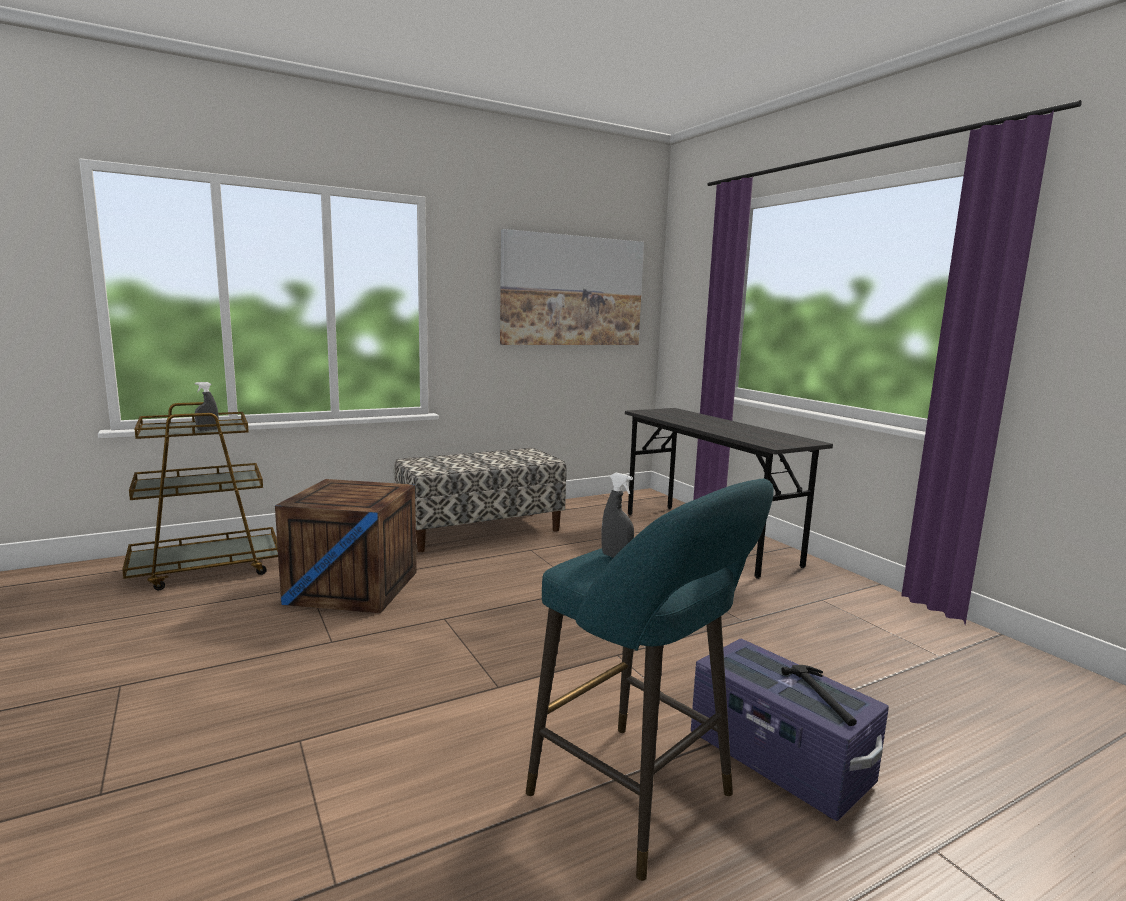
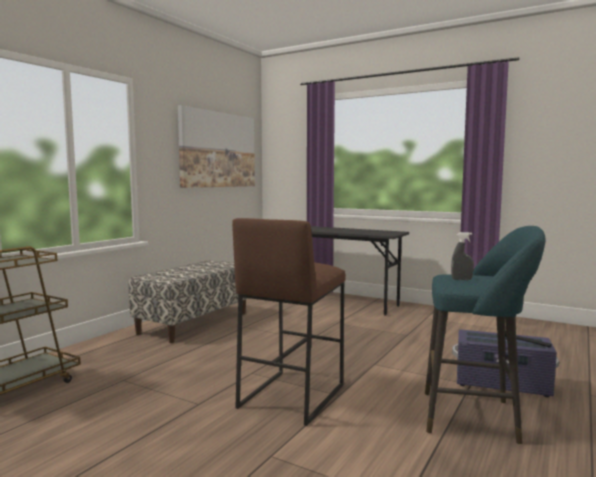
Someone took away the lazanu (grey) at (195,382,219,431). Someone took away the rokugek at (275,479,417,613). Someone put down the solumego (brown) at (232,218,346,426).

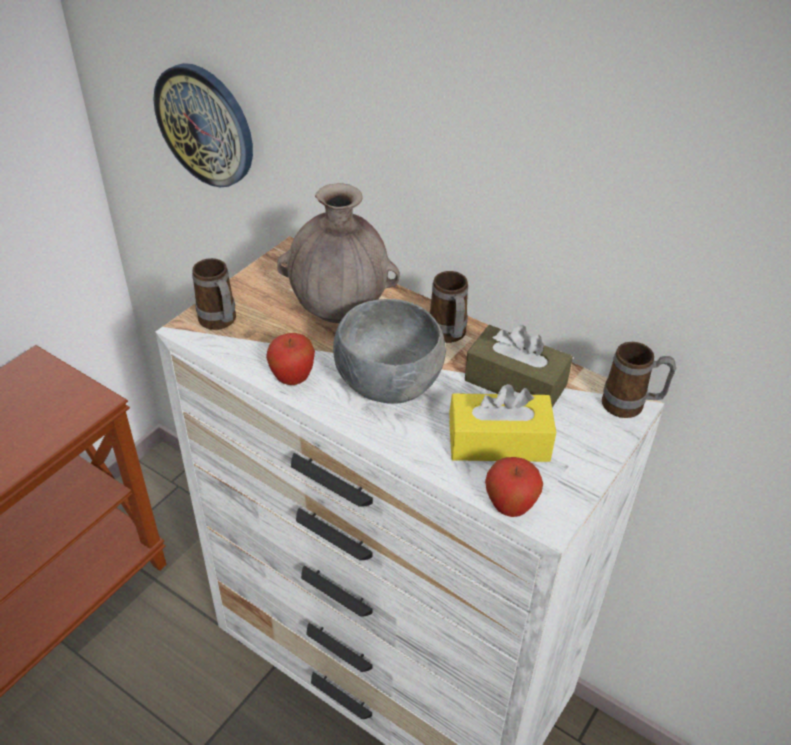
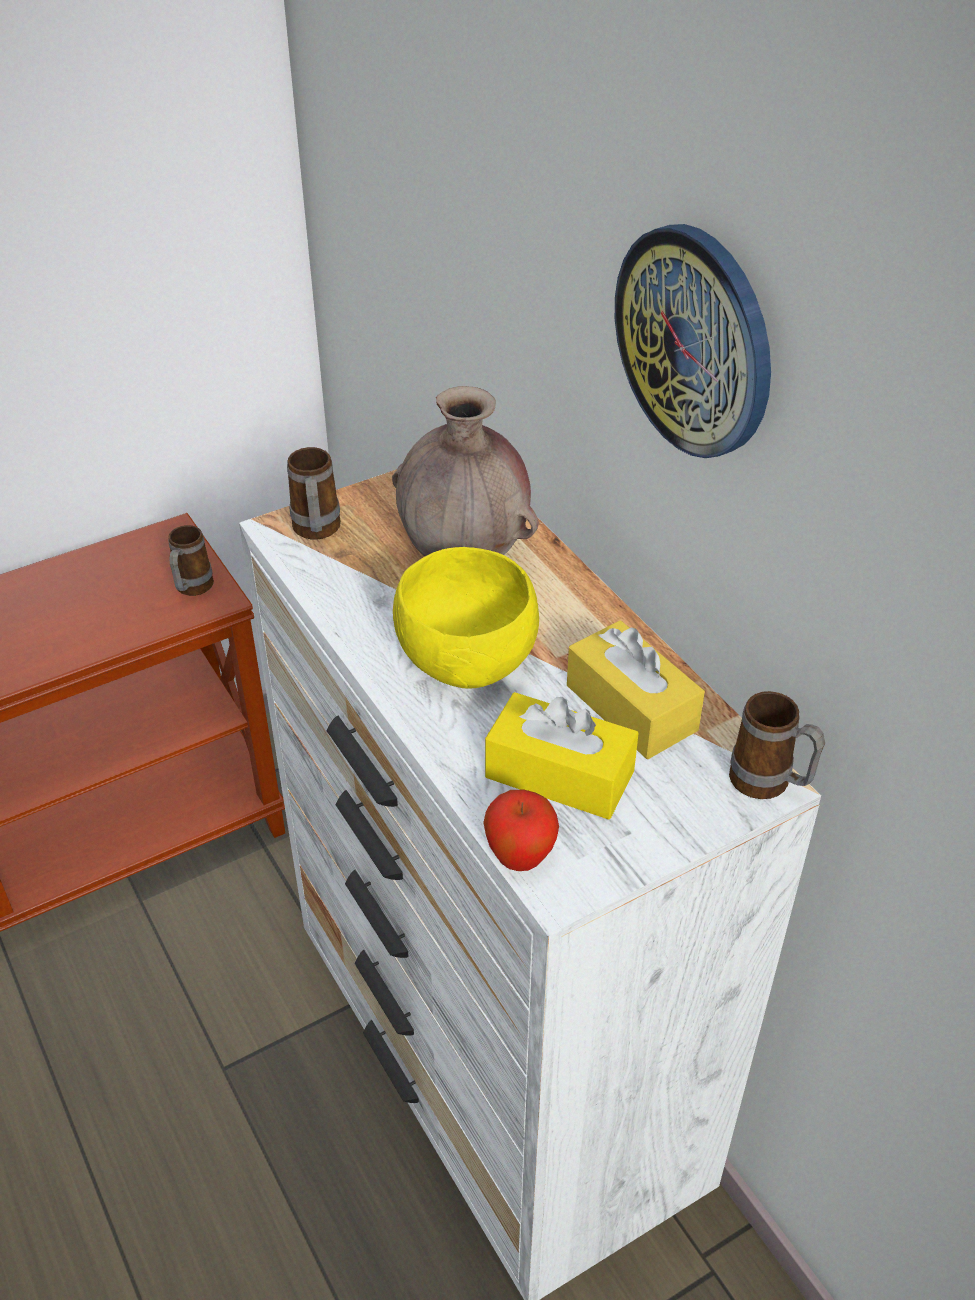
Someone took away the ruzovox at (266,333,315,385). Someone carried the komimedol from (153,63,253,187) to (615,224,771,458). Someone carried the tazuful from (429,271,468,343) to (168,525,214,596). Someone repainted the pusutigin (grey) at (333,299,446,404), which became the pusutigin (yellow) at (393,547,539,689). Someone repainted the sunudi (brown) at (465,325,573,408), which became the sunudi (yellow) at (567,620,705,759).

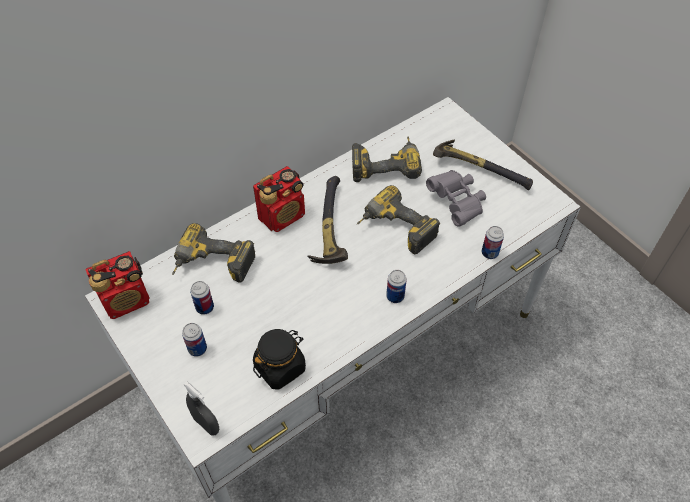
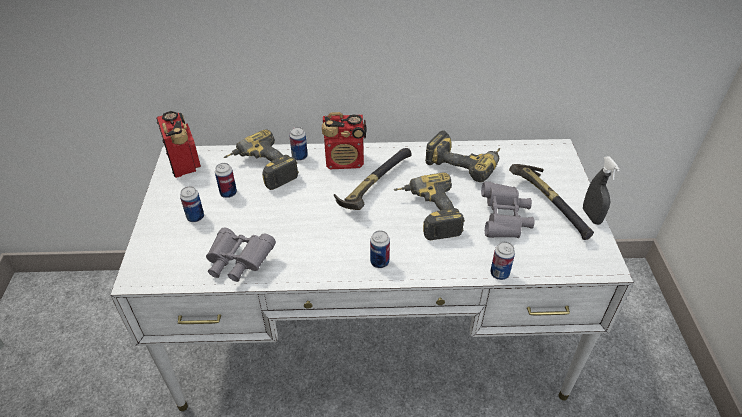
Someone put down the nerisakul at (289,127,308,161). Someone carried the lazanu (grey) from (183,381,219,436) to (583,156,620,225). Someone swapped the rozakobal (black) at (253,329,306,390) for the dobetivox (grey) at (206,227,276,282). Someone rotated the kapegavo at (85,251,150,319) by 120 degrees counterclockwise.

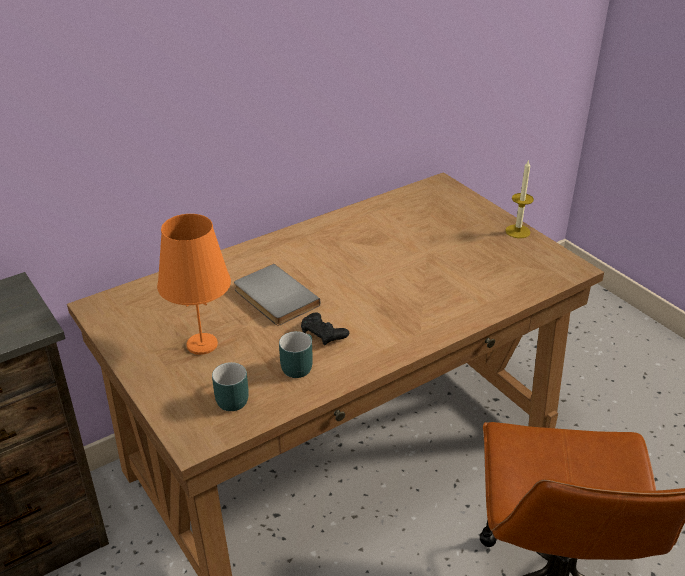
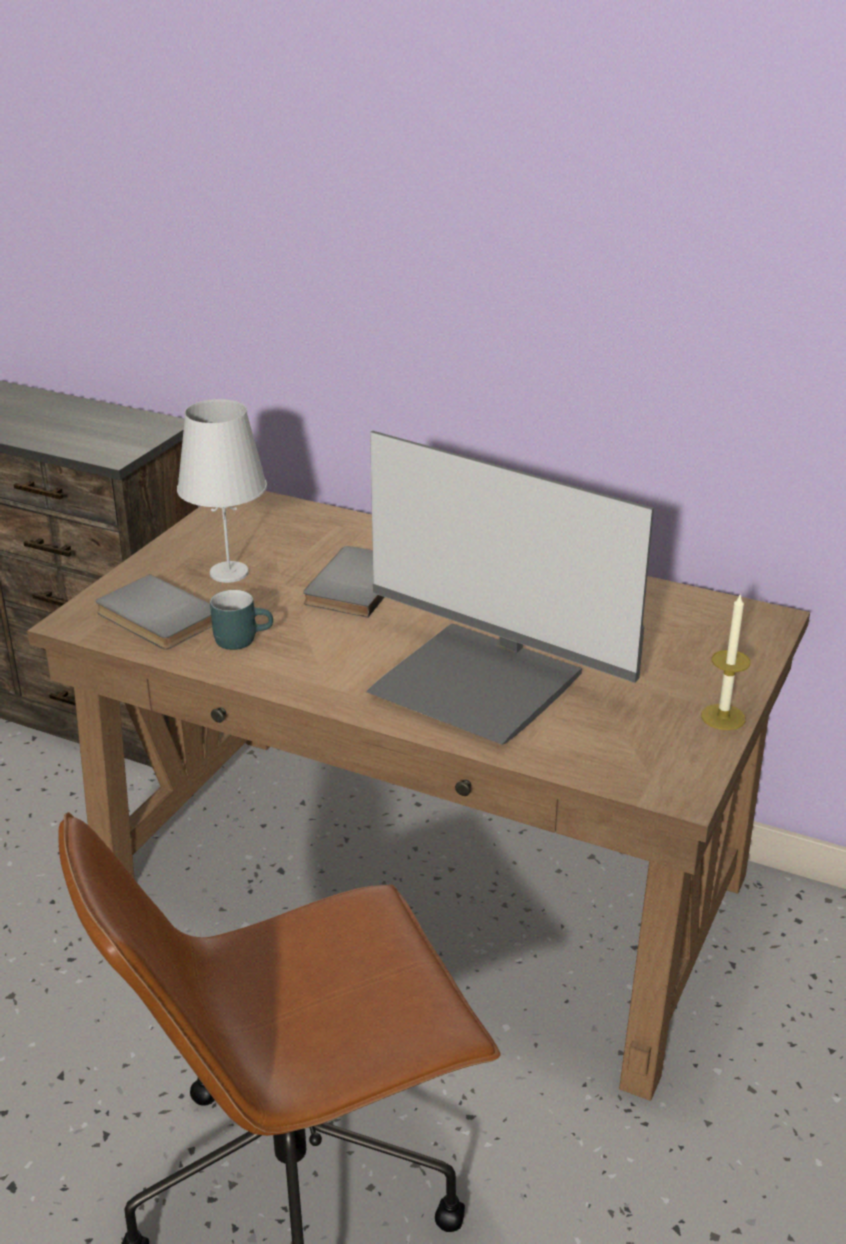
Someone took away the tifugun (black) at (301,313,349,346). Someone put down the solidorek at (366,431,654,745). Someone swapped the tazuful (turquoise) at (212,362,249,411) for the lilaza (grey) at (96,574,212,650). Someone repainted the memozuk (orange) at (157,214,231,355), which became the memozuk (white) at (177,399,267,583).

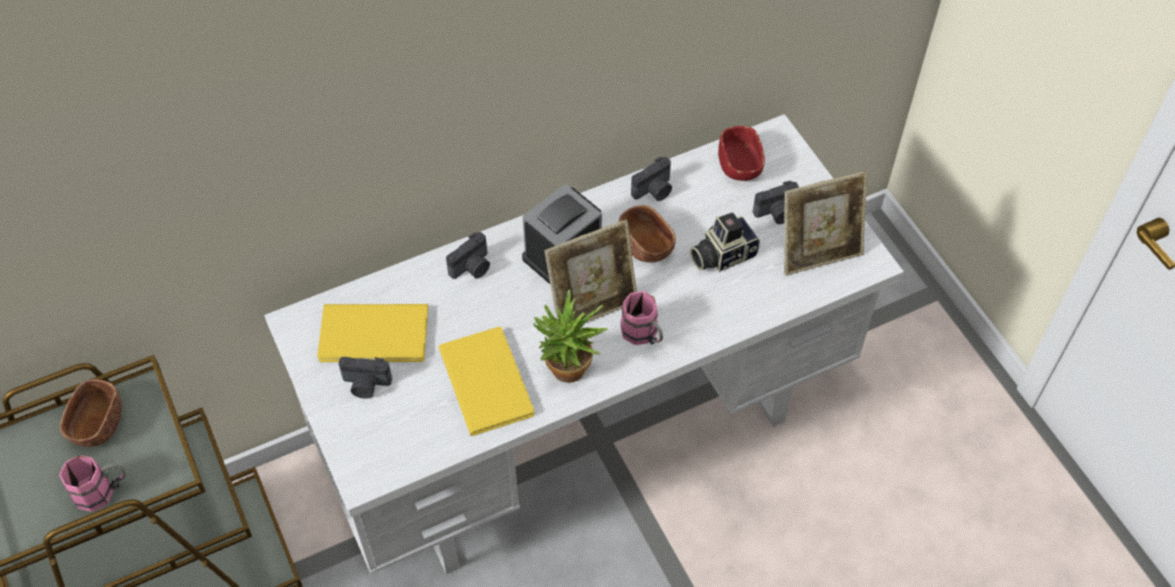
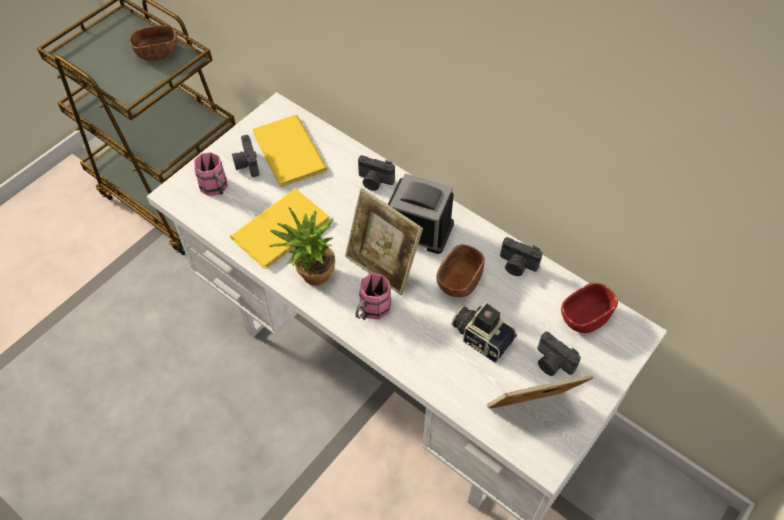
Someone carried the tazuful (pink) from (59,455,125,512) to (194,152,228,196). Someone rotated the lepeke at (784,171,868,276) by 120 degrees clockwise.

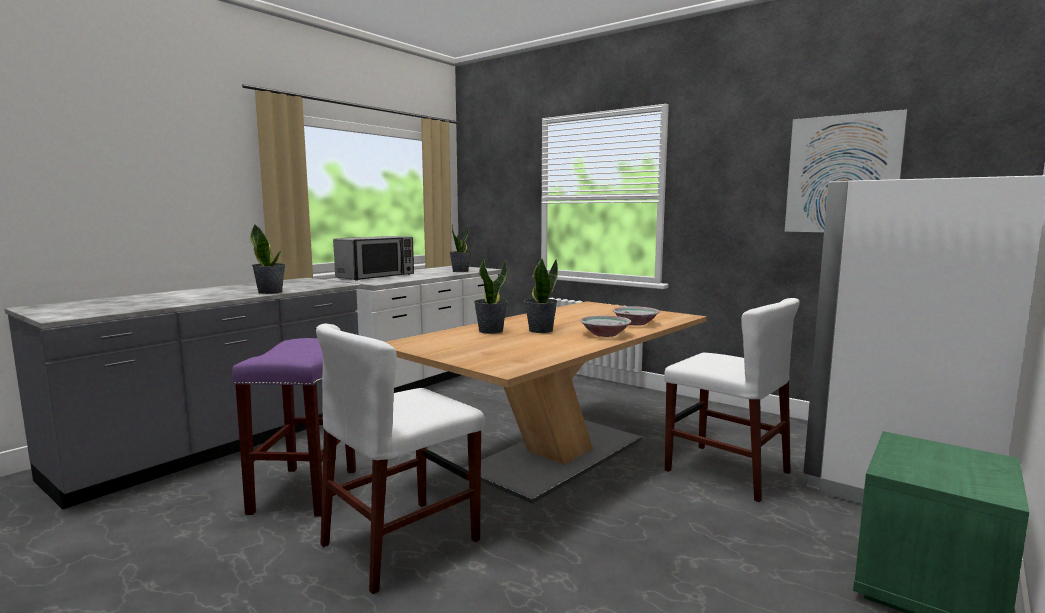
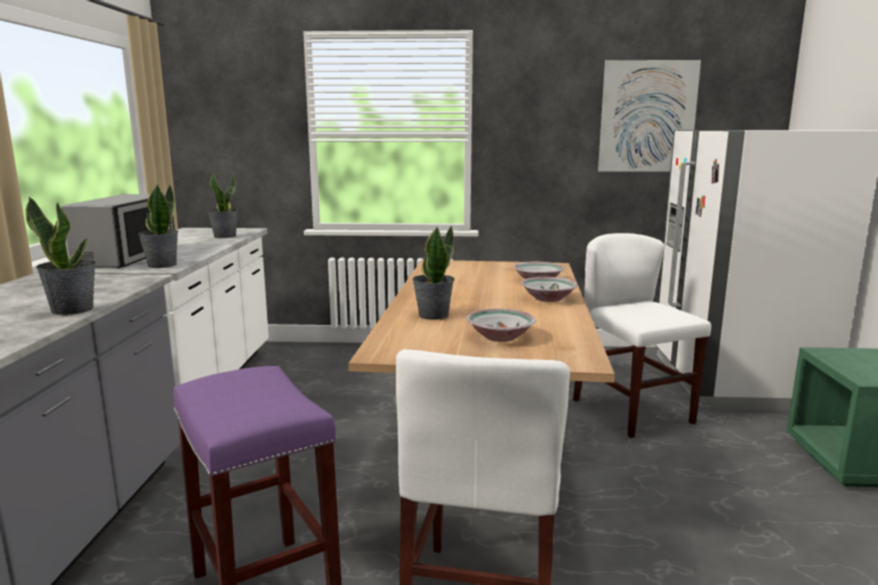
Someone put down the pusutigin at (466,308,536,342). Someone carried the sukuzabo from (524,259,558,333) to (138,184,179,268). Someone rotated the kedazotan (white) at (664,298,800,502) by 120 degrees counterclockwise.

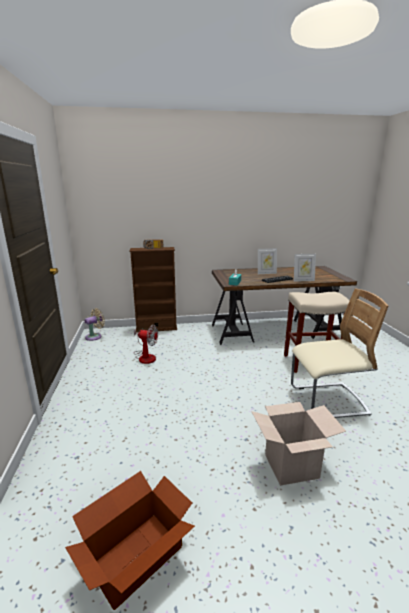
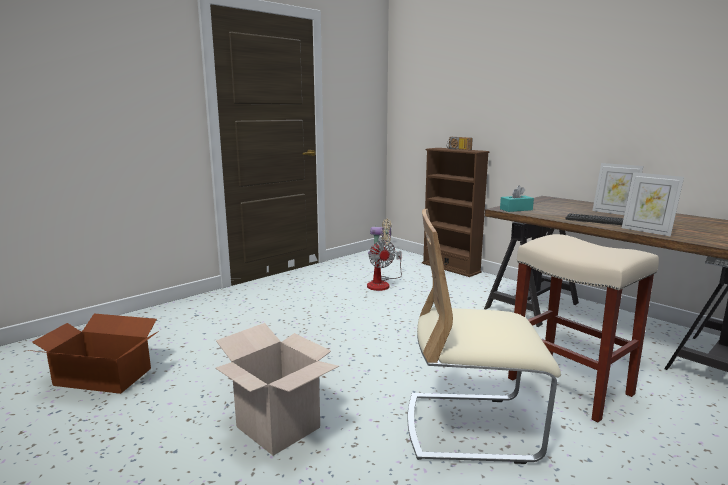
Someone rotated the kedazotan (beige) at (291,289,388,418) by 135 degrees clockwise.

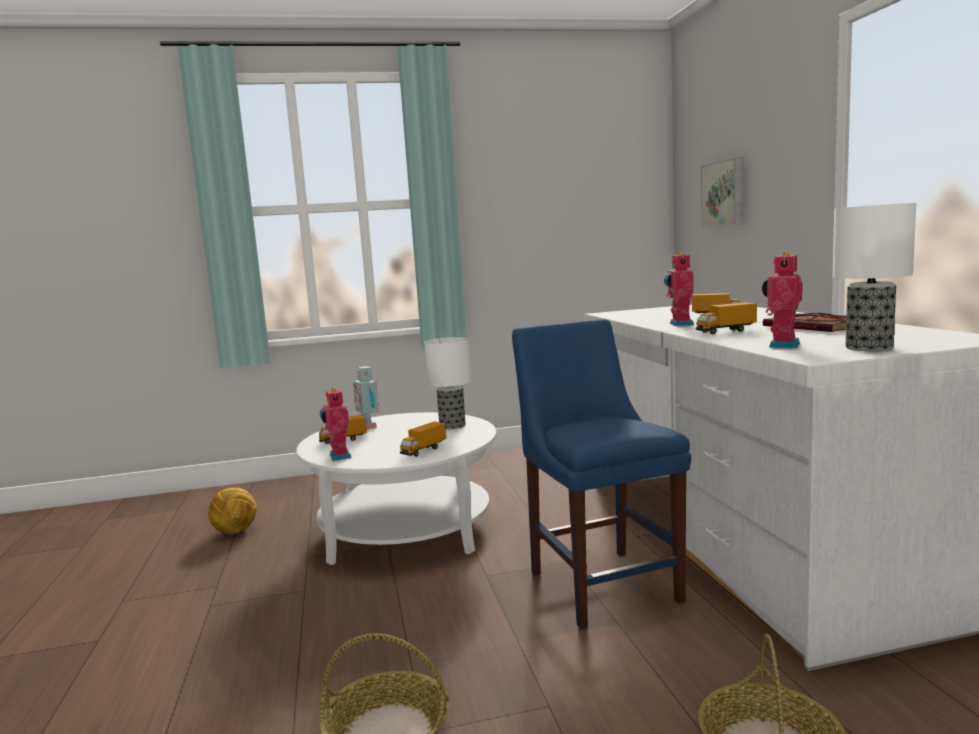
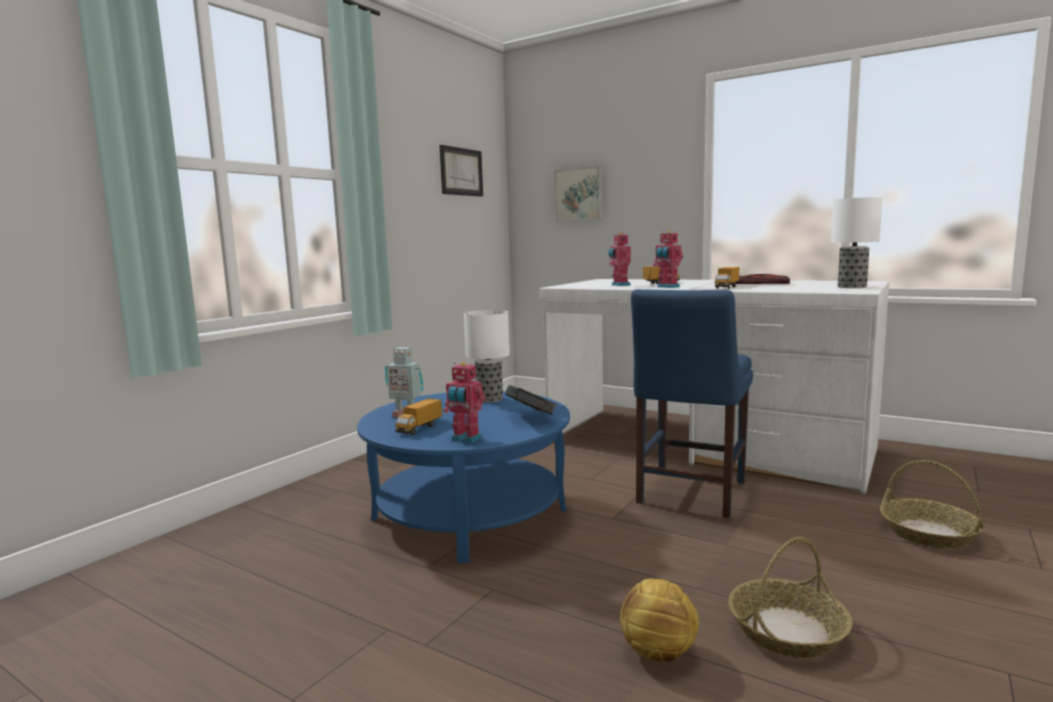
Someone put up the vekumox at (440,145,483,197). Someone carried the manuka from (208,488,257,534) to (620,579,700,662). Someone carried the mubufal from (762,251,802,348) to (608,232,631,286). Someone swapped the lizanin at (400,421,446,457) for the lilaza at (505,385,557,415). Someone repainted the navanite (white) at (296,412,496,565), which became the navanite (blue) at (357,391,570,563). Someone rotated the kedazotan (blue) at (512,319,691,629) by 90 degrees counterclockwise.

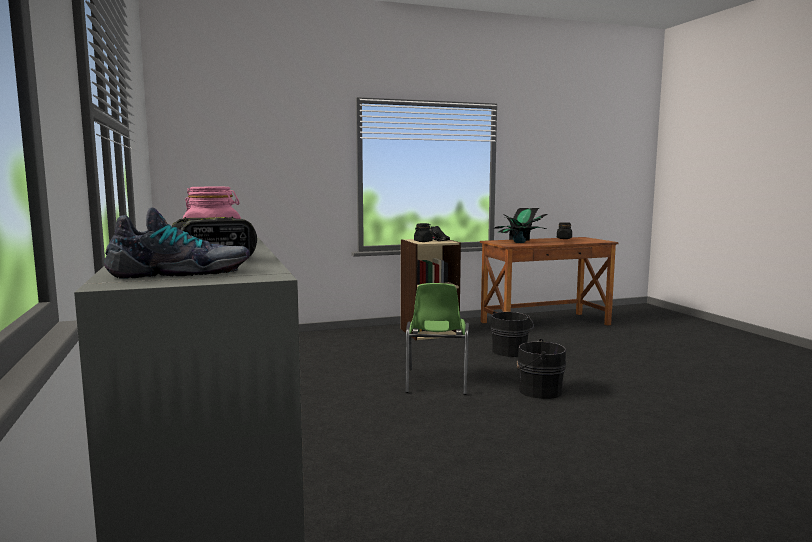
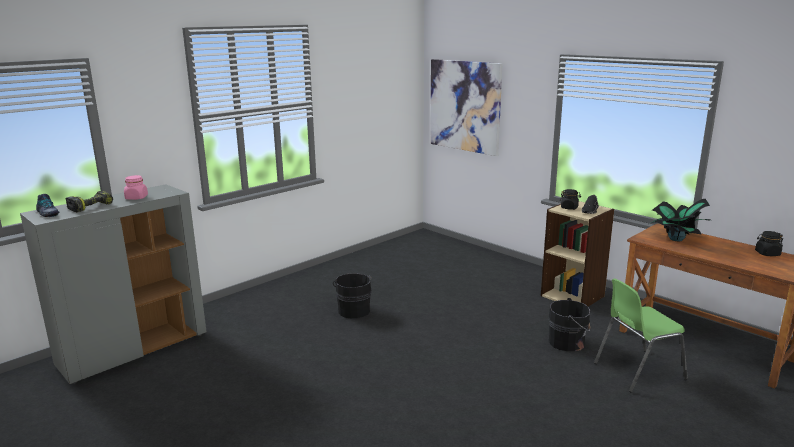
Someone put up the vekumox at (430,59,502,156). Someone carried the kedazotan (green) from (405,283,469,395) to (594,278,688,392). Someone carried the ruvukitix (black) from (517,339,566,399) to (333,274,372,318).

